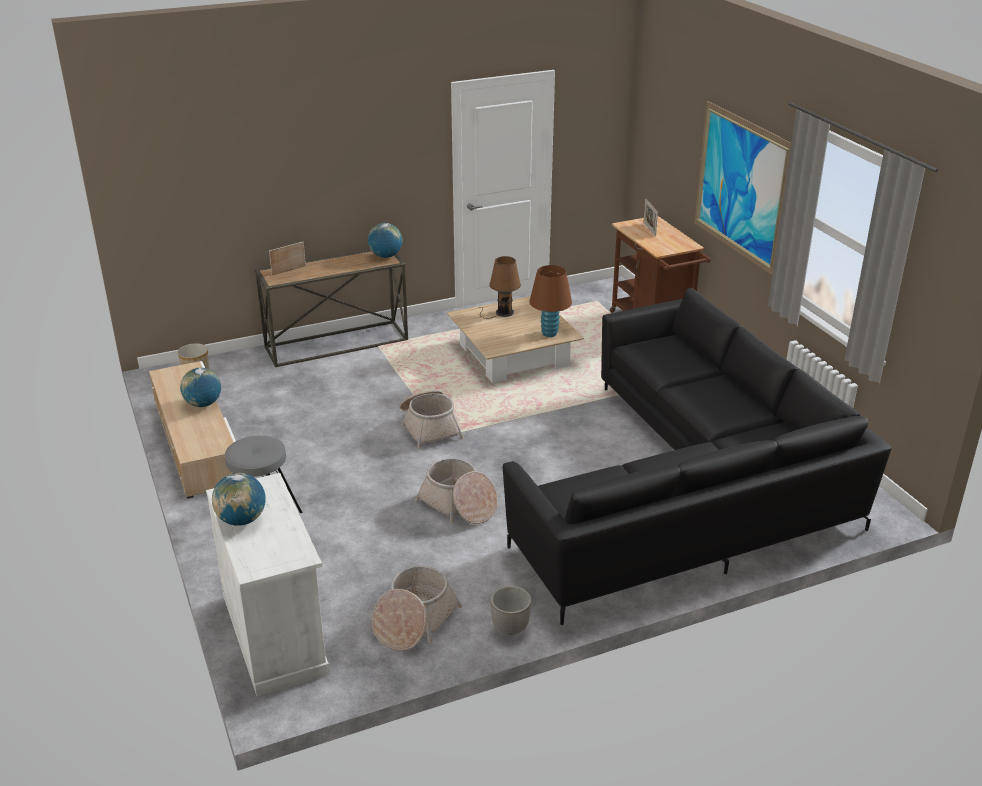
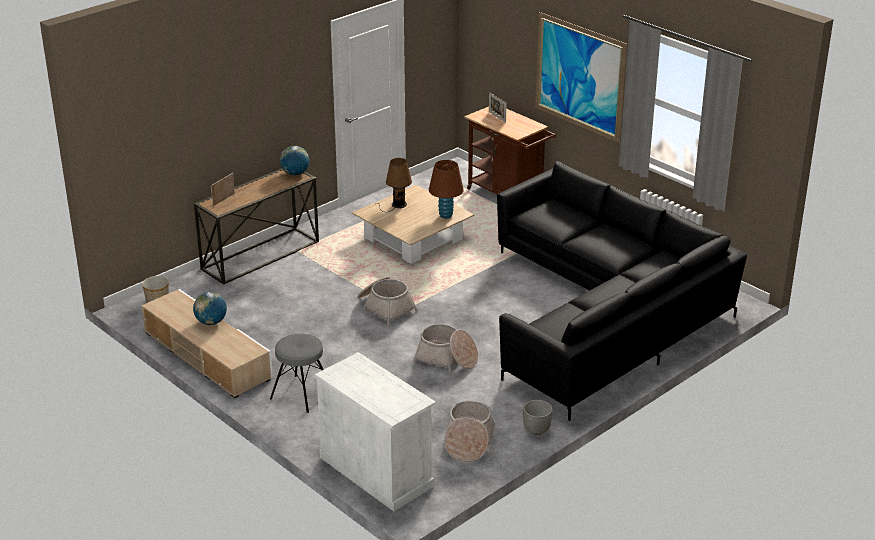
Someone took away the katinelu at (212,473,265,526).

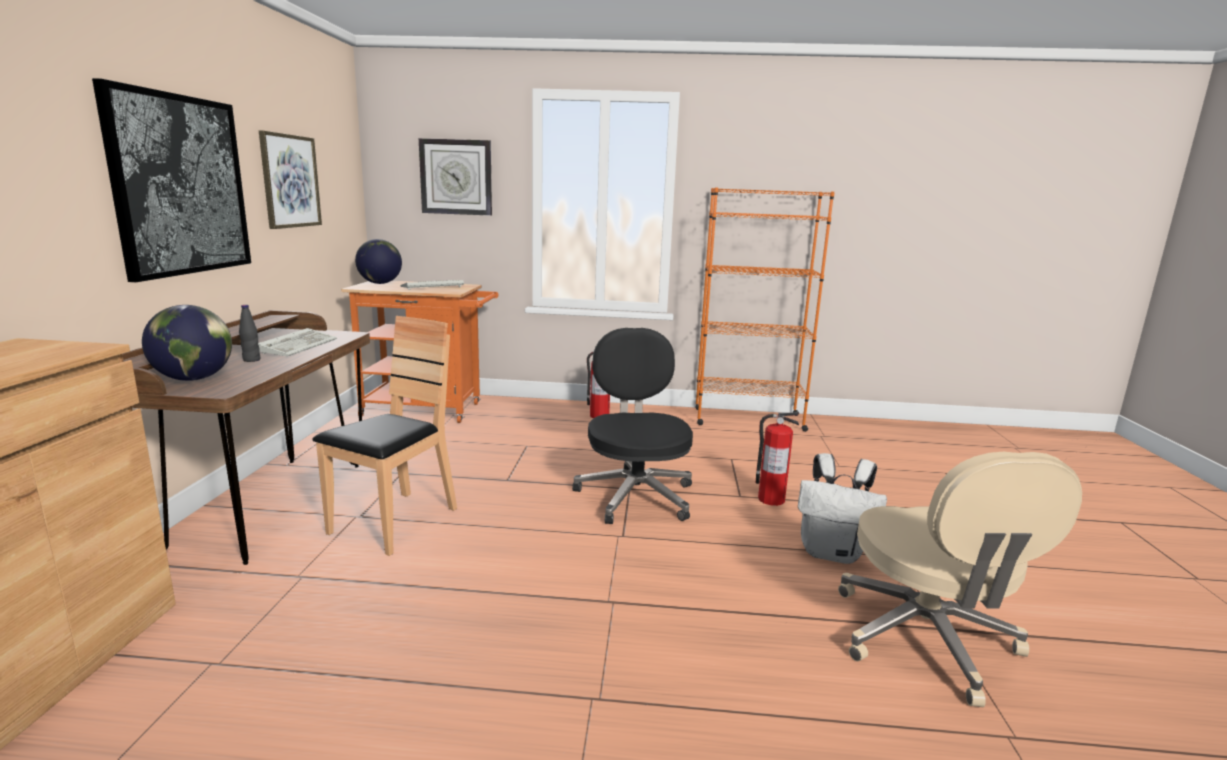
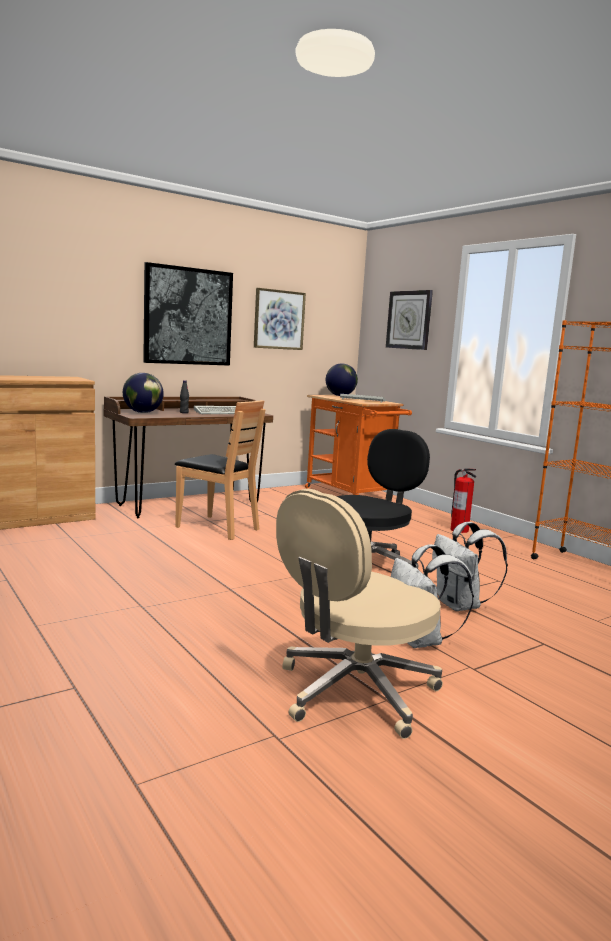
Someone swapped the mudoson at (756,413,799,506) for the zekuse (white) at (432,522,508,611). Someone rotated the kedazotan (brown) at (312,316,457,556) by 45 degrees clockwise.

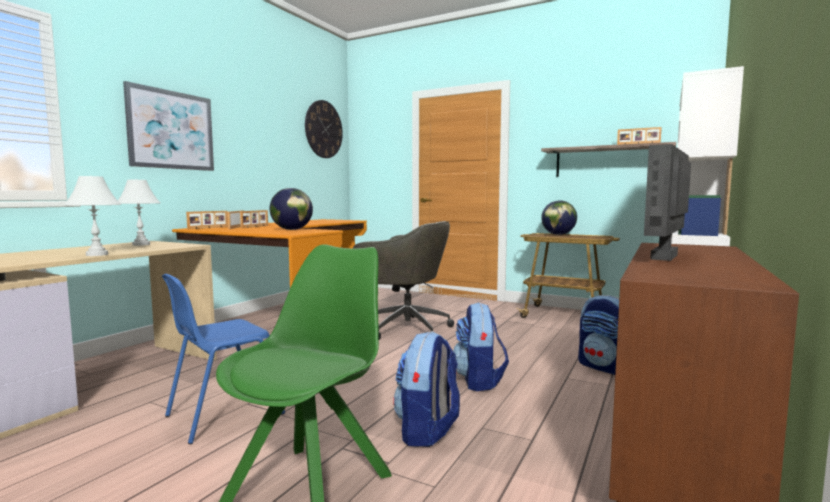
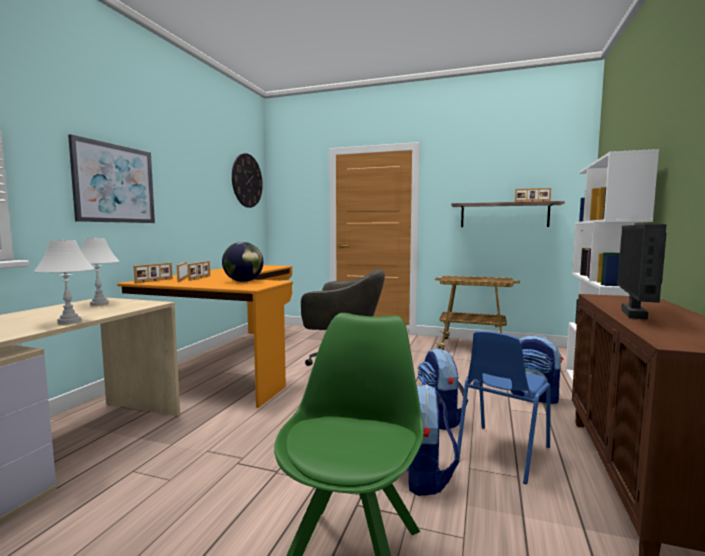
Someone took away the katinelu at (541,201,577,235). Someone carried the kedazotan (blue) from (162,274,285,444) to (457,331,550,484).

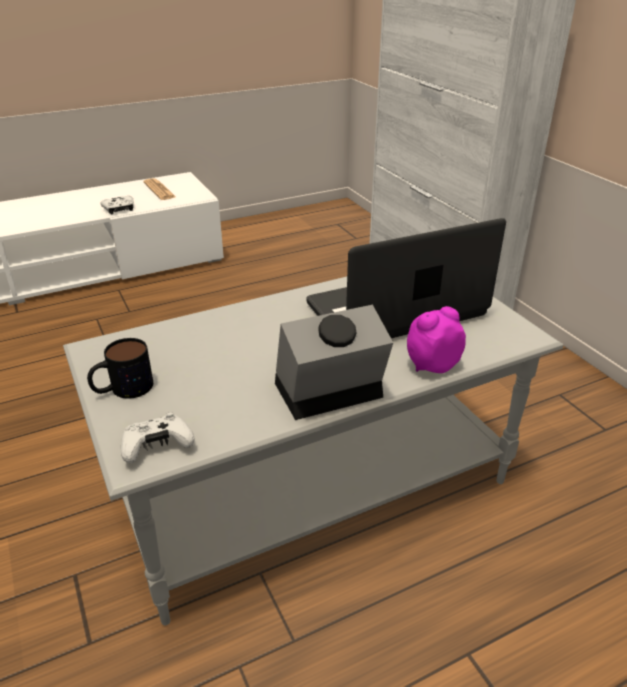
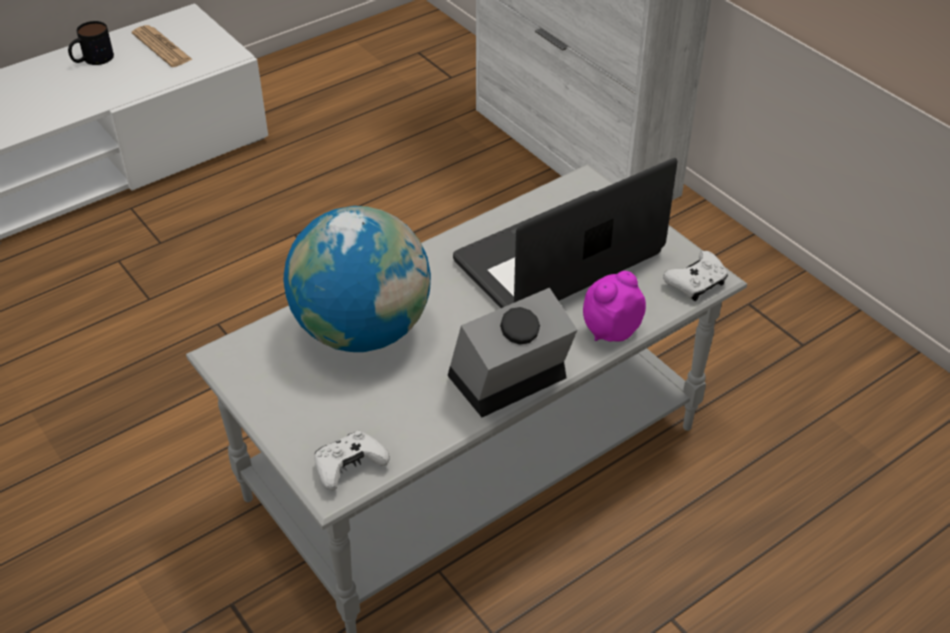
Someone put down the katinelu at (284,206,431,352). Someone carried the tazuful from (87,338,153,399) to (68,21,114,65). Someone carried the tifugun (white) from (100,196,134,215) to (663,251,728,301).

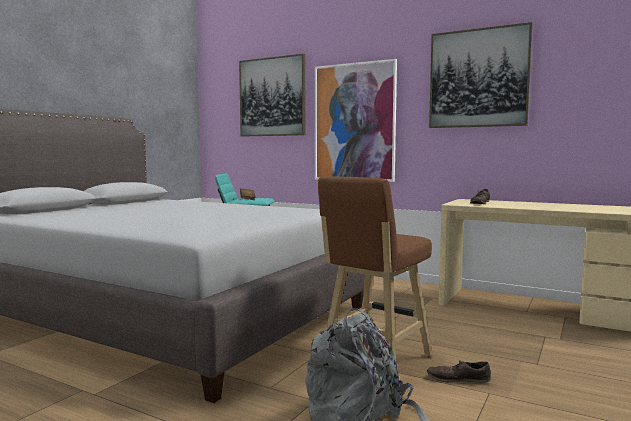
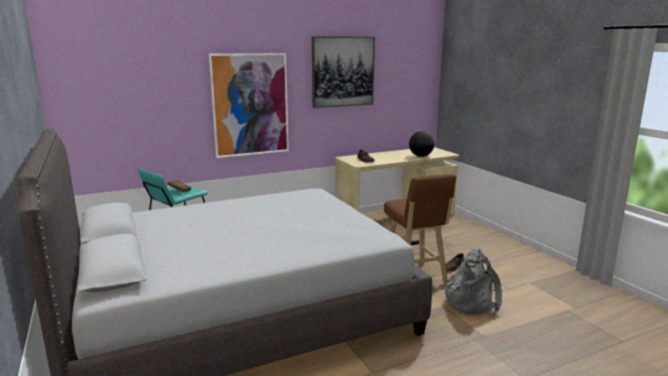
Someone took away the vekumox at (239,54,305,137). Someone put down the katinelu at (409,131,434,157).

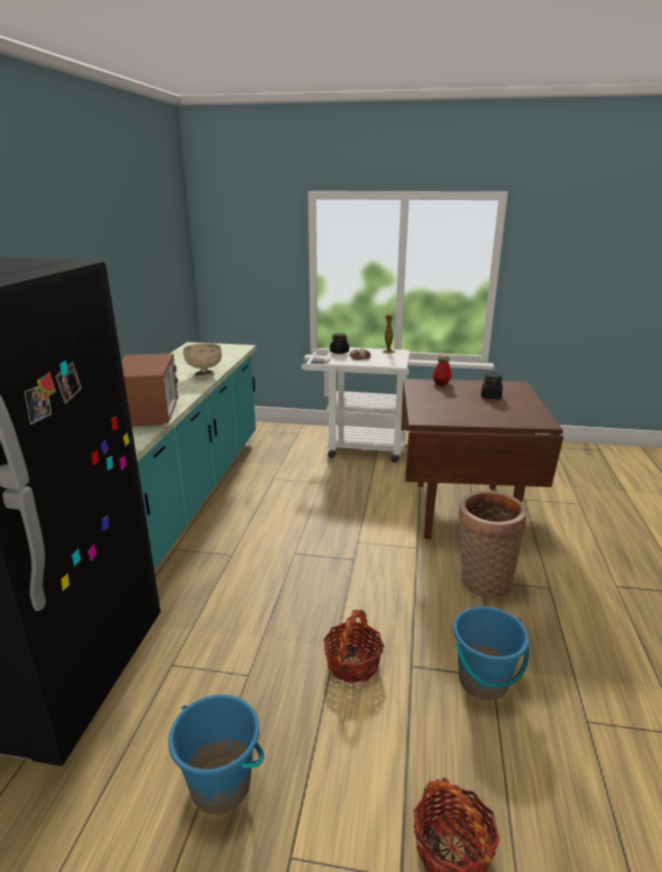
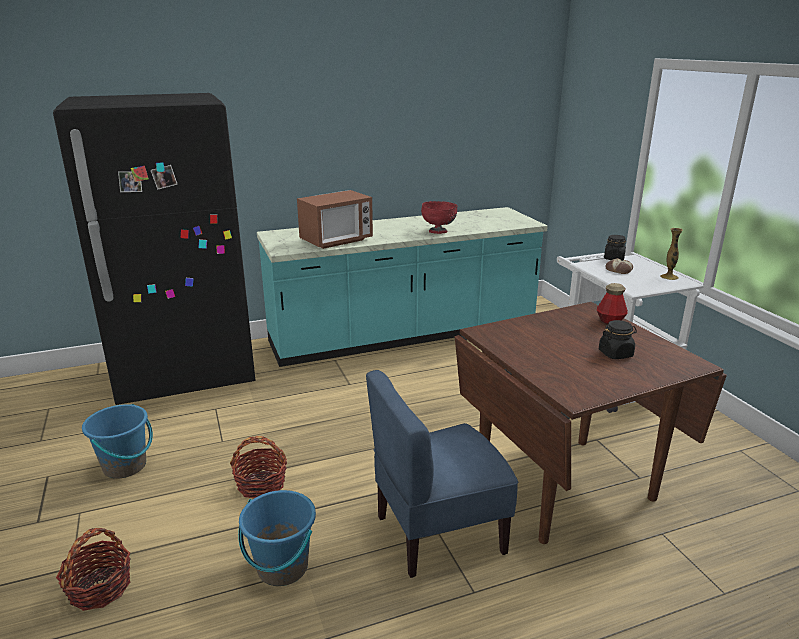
Someone swapped the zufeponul at (459,490,527,599) for the kedazotan (blue) at (366,370,518,578). Someone repainted the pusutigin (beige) at (183,343,222,378), which became the pusutigin (red) at (421,201,458,234).

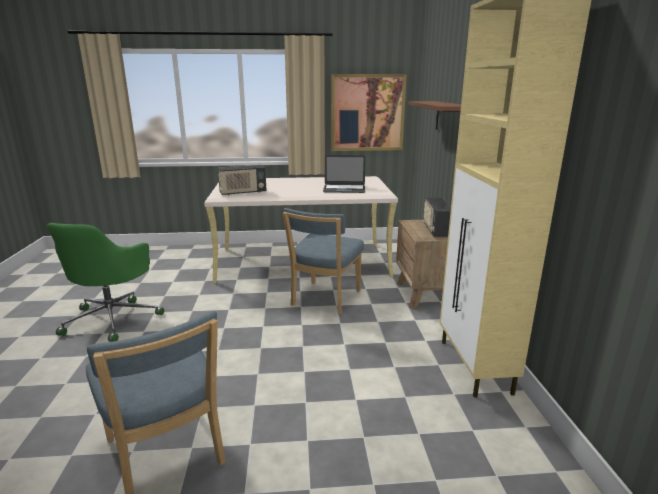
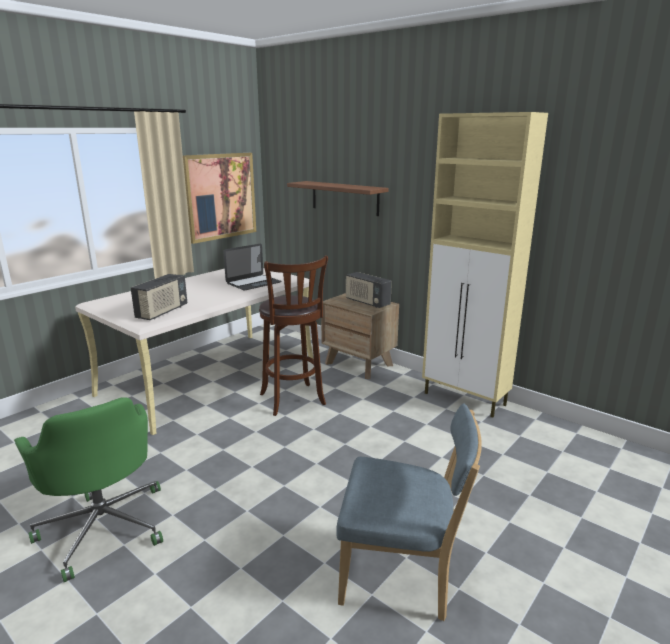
Someone swapped the kedazotan (blue) at (283,208,364,315) for the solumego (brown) at (259,255,328,416).

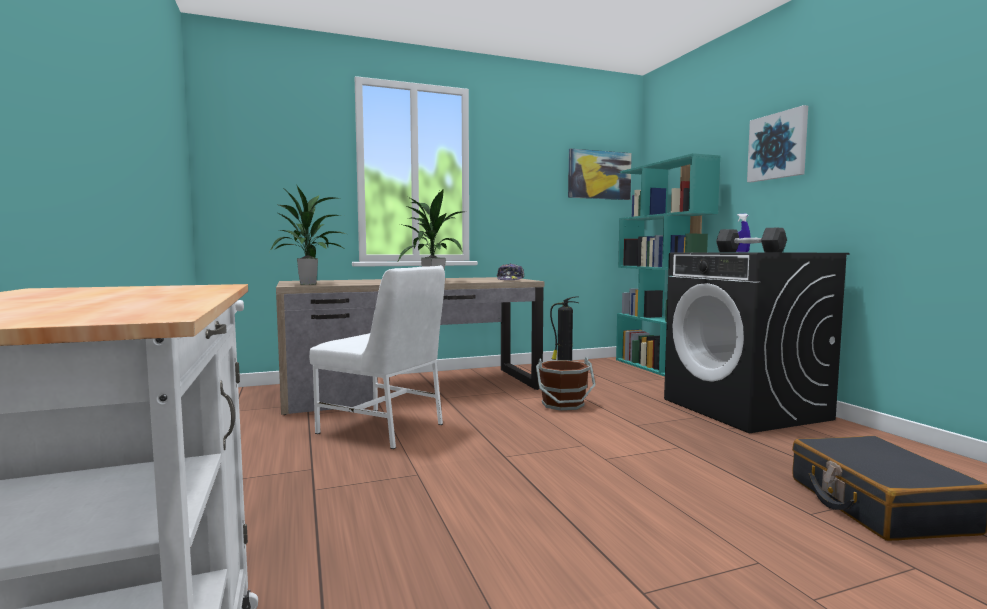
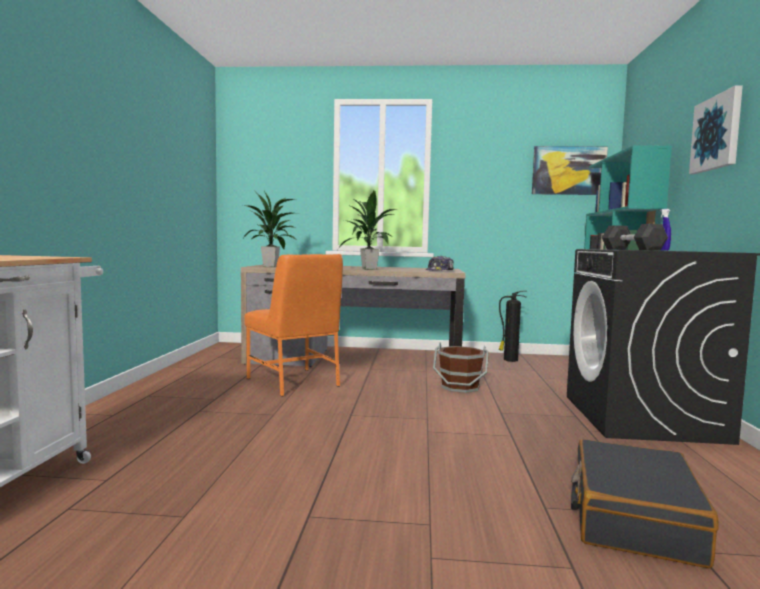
Someone repainted the kedazotan (white) at (309,265,445,449), which became the kedazotan (orange) at (244,254,343,397).

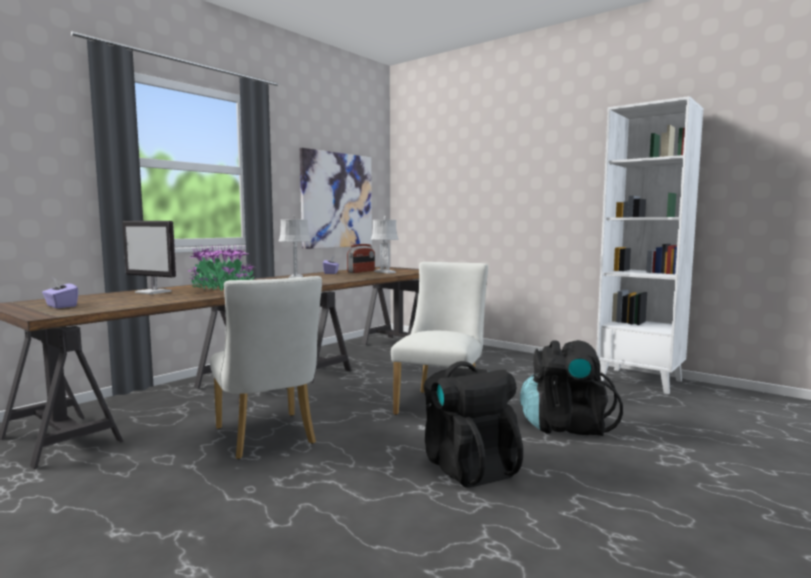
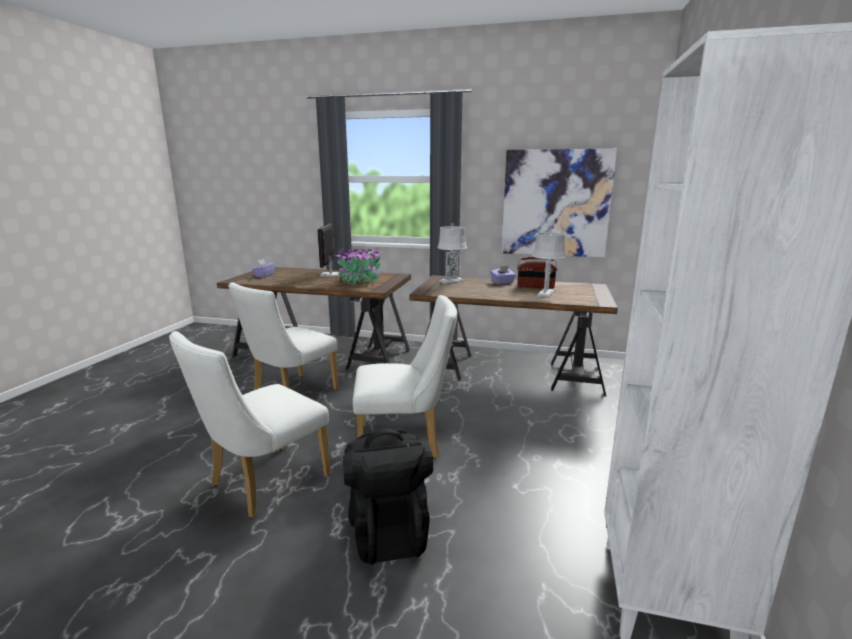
Someone swapped the zekuse (black) at (424,361,523,488) for the kedazotan (white) at (169,331,331,517).

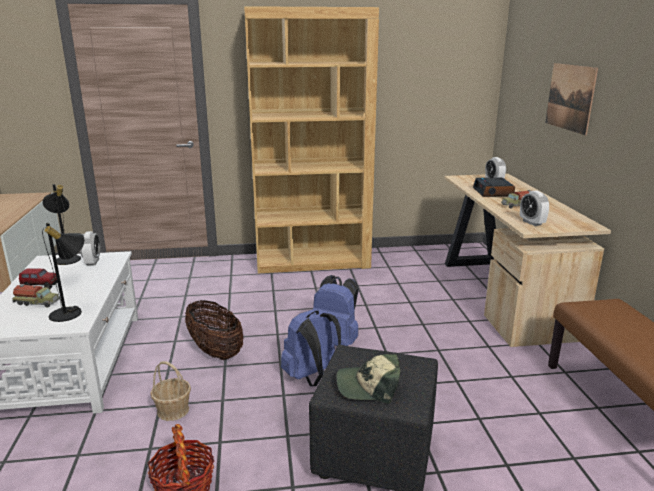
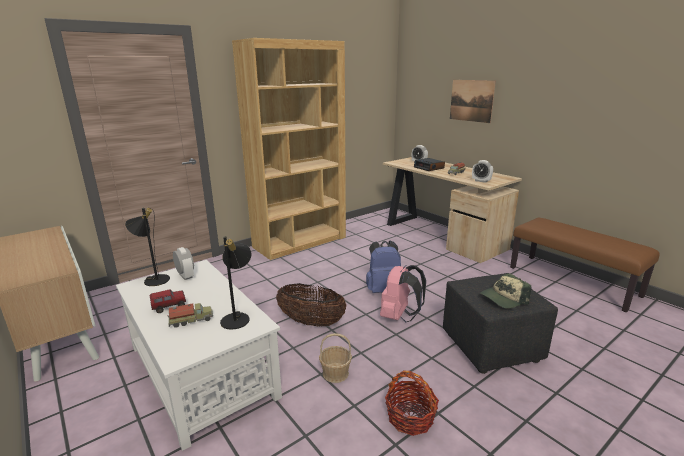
Someone repainted the zekuse (blue) at (281,310,341,386), which became the zekuse (pink) at (380,265,426,322).

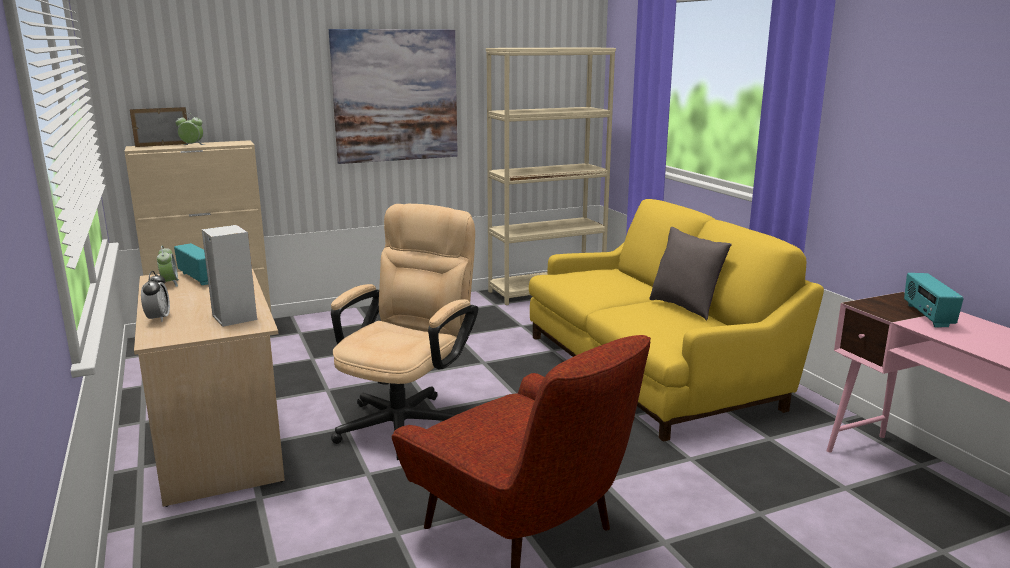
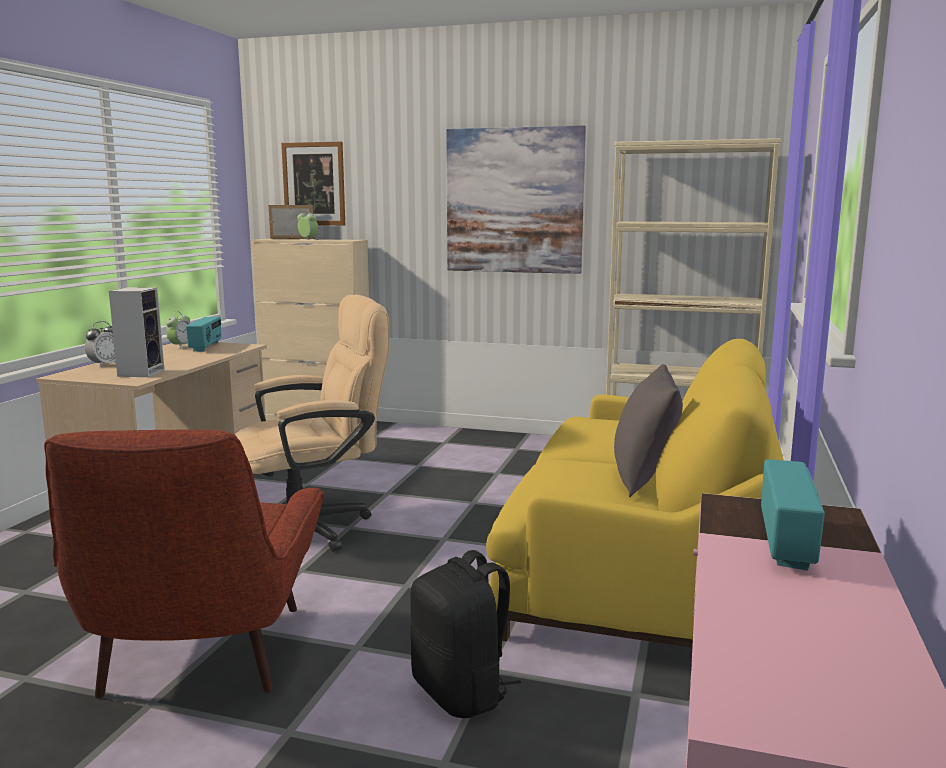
Someone put up the vekumox at (281,142,345,225). Someone put down the zekuse (black) at (410,550,521,718). Someone rotated the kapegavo at (904,273,964,327) by 150 degrees clockwise.

